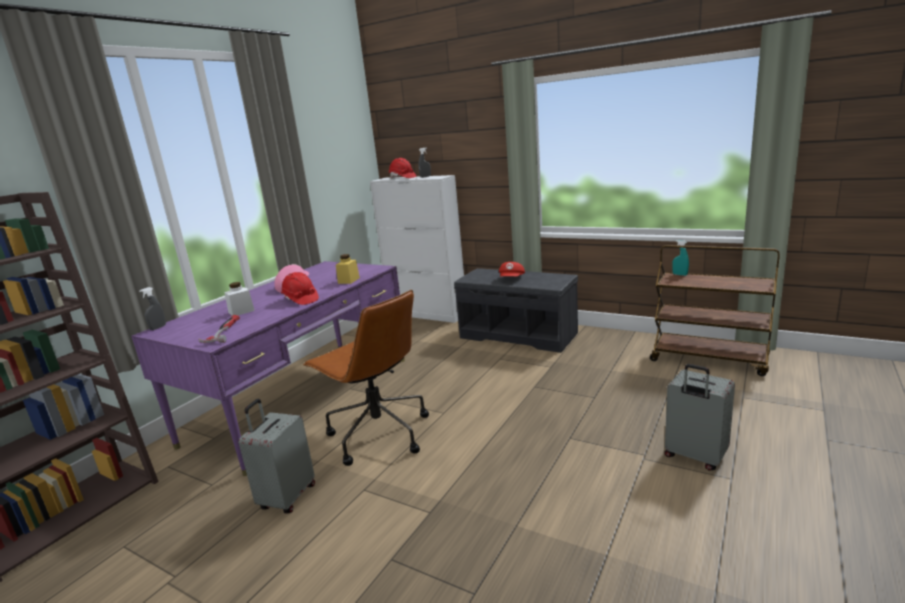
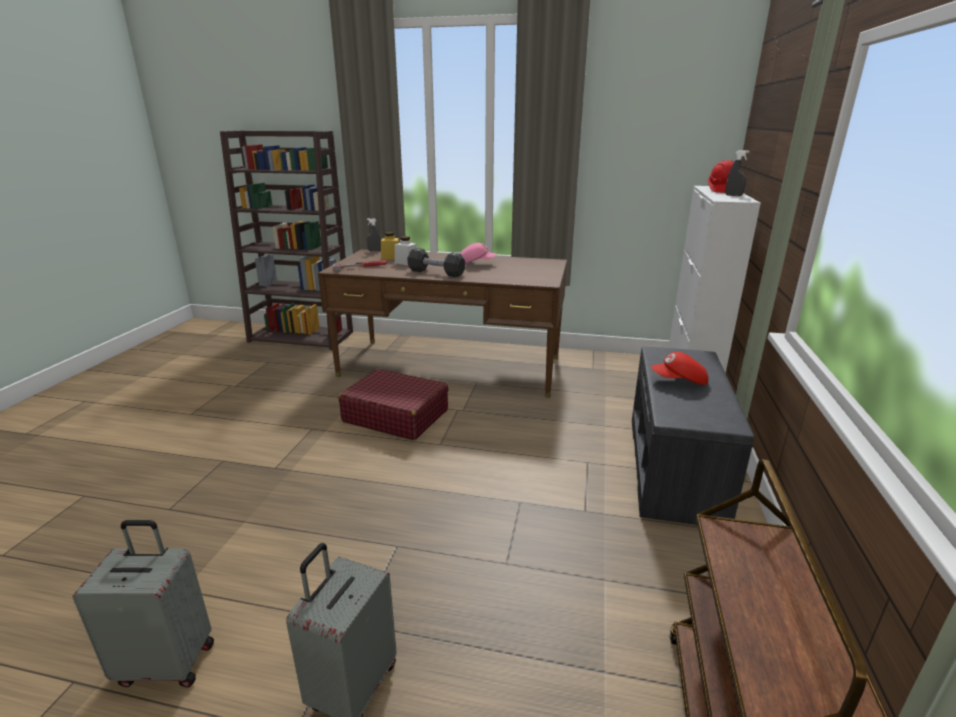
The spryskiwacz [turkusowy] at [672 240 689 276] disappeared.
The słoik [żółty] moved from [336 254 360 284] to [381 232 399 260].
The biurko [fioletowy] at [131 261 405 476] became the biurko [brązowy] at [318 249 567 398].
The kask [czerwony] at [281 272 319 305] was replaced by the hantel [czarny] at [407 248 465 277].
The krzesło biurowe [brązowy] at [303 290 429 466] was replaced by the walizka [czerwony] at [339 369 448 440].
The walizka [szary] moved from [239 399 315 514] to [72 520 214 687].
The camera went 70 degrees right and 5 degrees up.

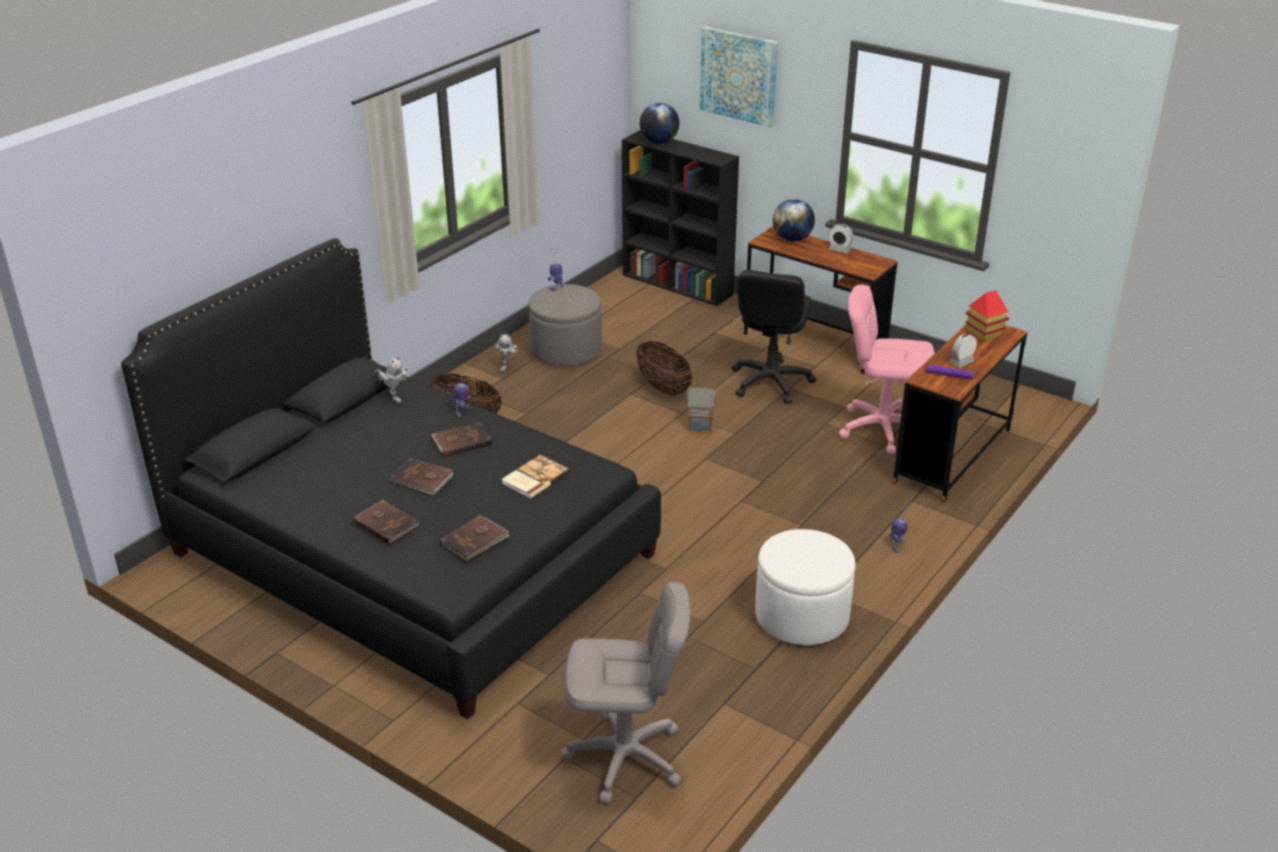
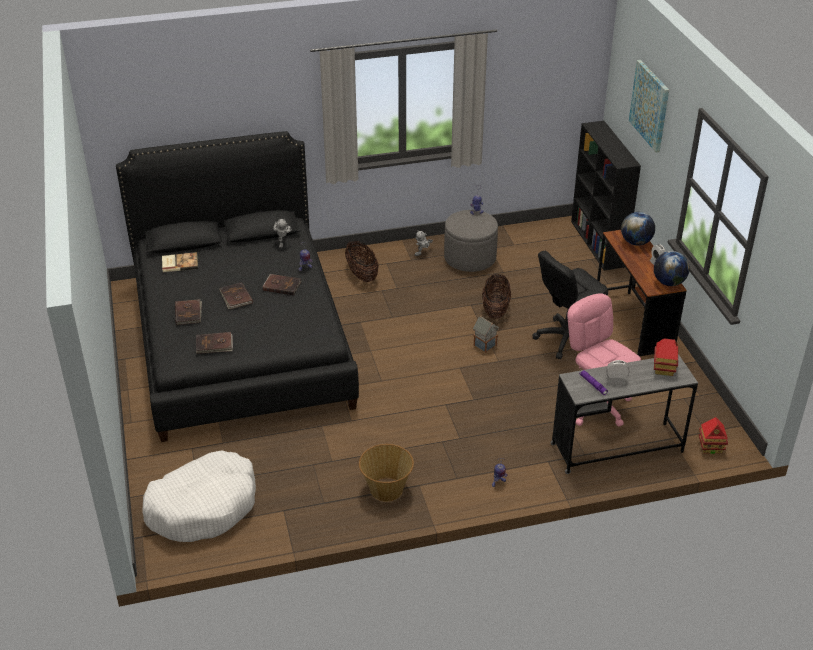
The globus moved from [640 103 679 144] to [654 251 690 286].
The biurko [brązowy] at [892 324 1027 503] became the biurko [szary] at [550 354 698 474].
The książka moved from [501 455 570 499] to [162 252 198 272].
The pufa [biały] at [755 529 855 645] was replaced by the koszyk at [359 444 414 502].
The krzesło biurowe [szary] at [561 582 690 804] was replaced by the legowisko [biały] at [142 450 256 542].
The domek at [698 417 728 454] appeared.
The camera went 40 degrees right and 5 degrees up.

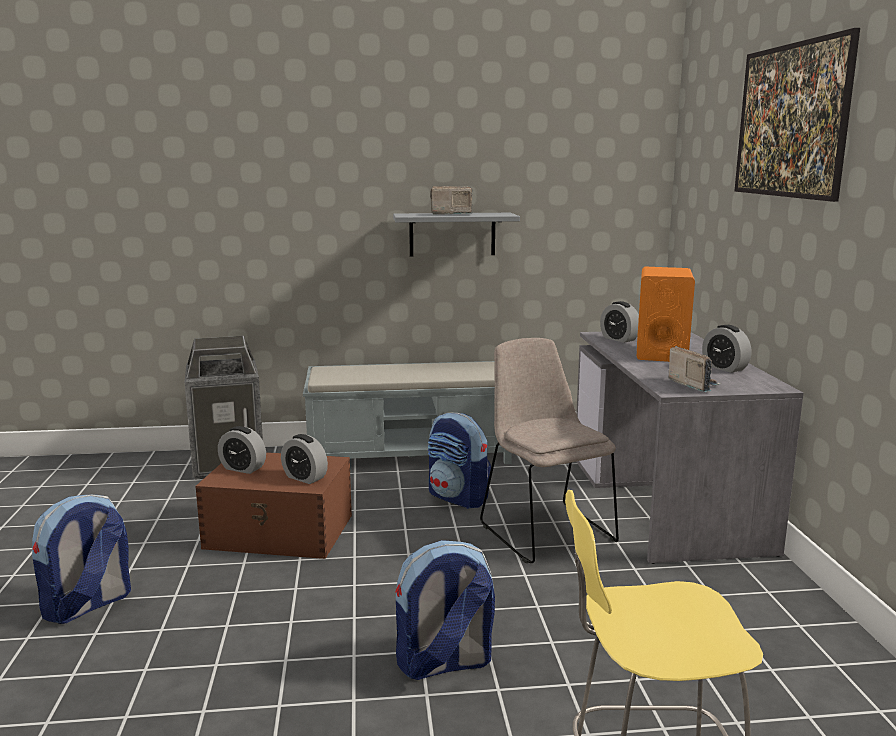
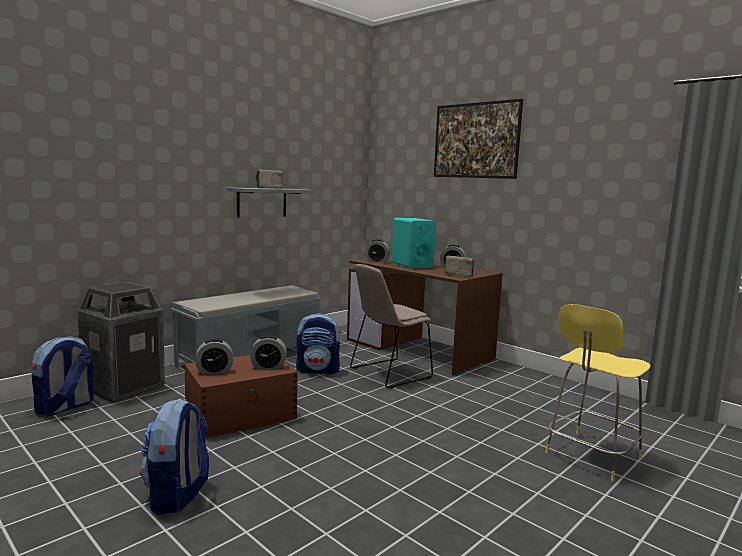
The głośnik [pomarańczowy] at [637 267 695 362] became the głośnik [turkusowy] at [392 218 436 268].
The biurko [szary] at [576 332 804 564] became the biurko [brązowy] at [347 256 503 375].
The krzesło [beżowy] at [480 338 619 564] turned 60 degrees counterclockwise.
The plecak moved from [395 540 495 680] to [31 337 94 416].
The camera went 40 degrees left and 5 degrees down.

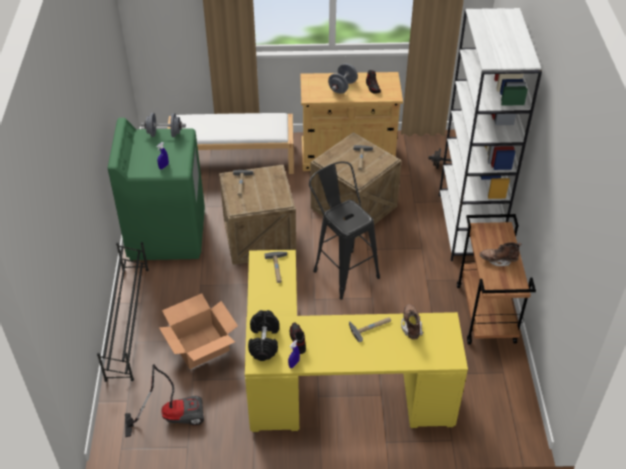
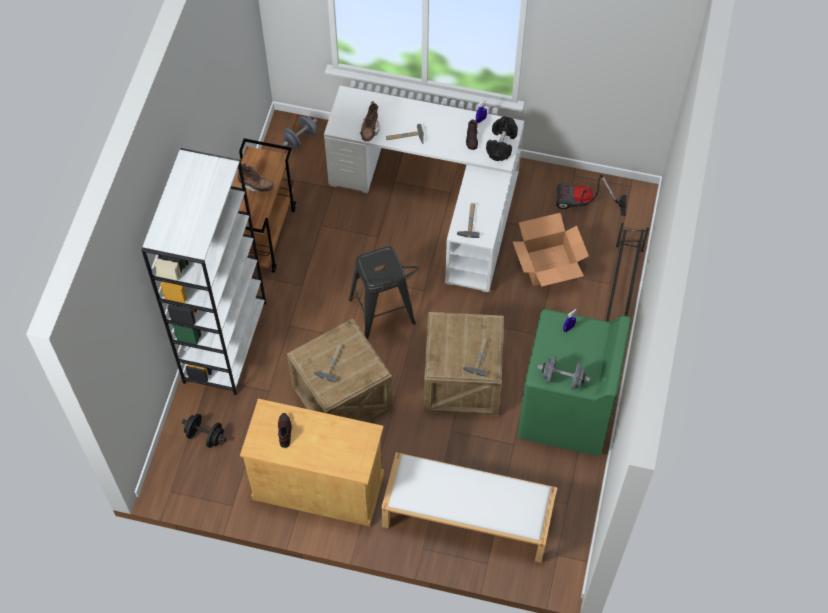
The hantel [szary] moved from [328 63 358 94] to [283 116 317 149].
The biurko [żółty] at [245 250 468 432] became the biurko [biały] at [324 86 524 292].
The camera went 165 degrees left and 15 degrees up.

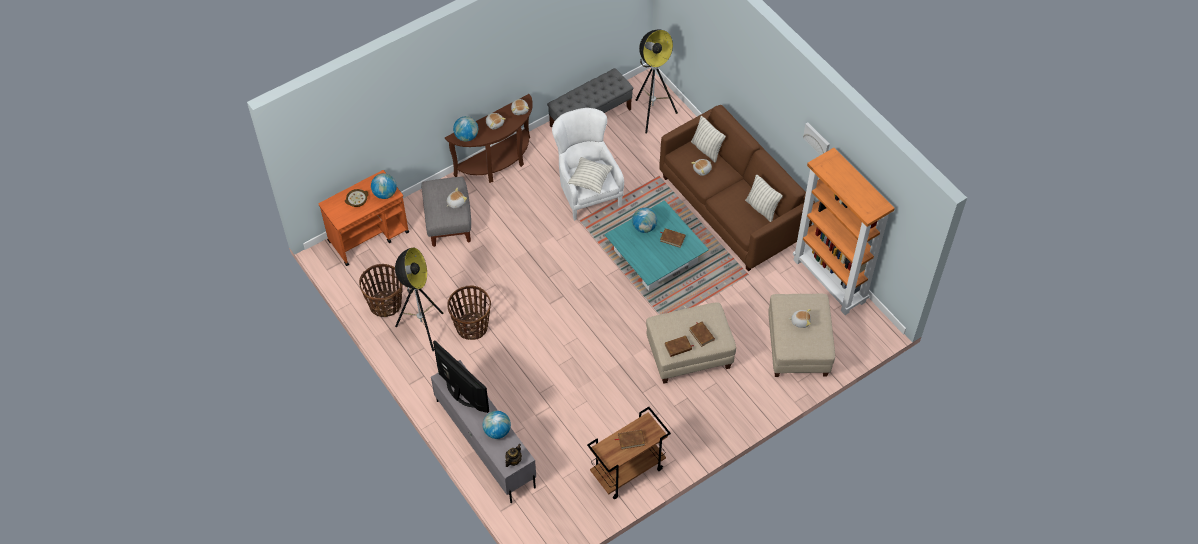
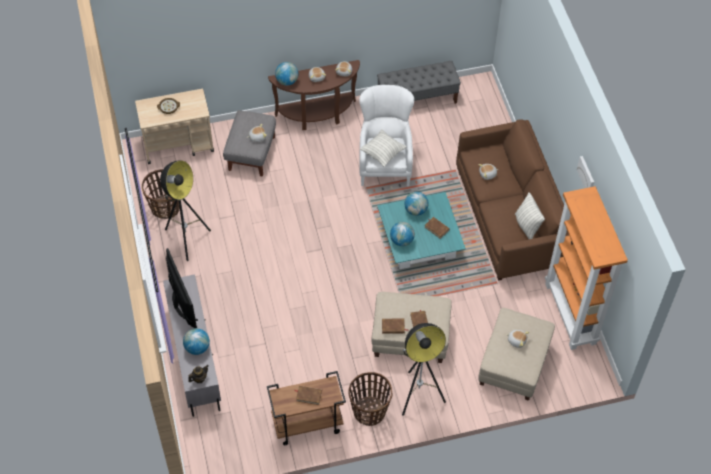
The lampa stojąca moved from [636 29 678 134] to [402 323 446 416].
The poduszka at [691 116 726 163] disappeared.
The wózek [pomarańczowy] at [319 170 409 266] became the wózek [beżowy] at [135 89 214 164].
The globus moved from [371 173 397 199] to [390 222 415 246].
The koszyk moved from [448 286 491 340] to [349 372 393 426].
The camera went 20 degrees right and 0 degrees up.

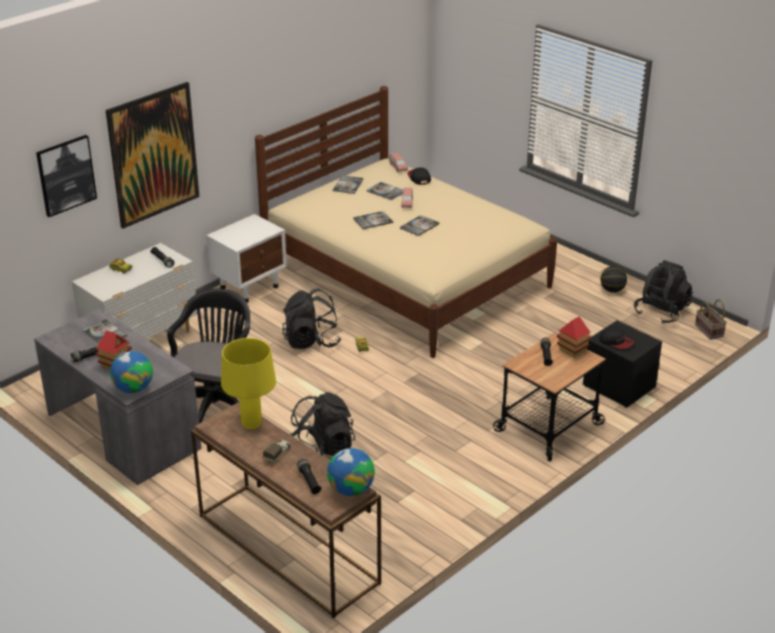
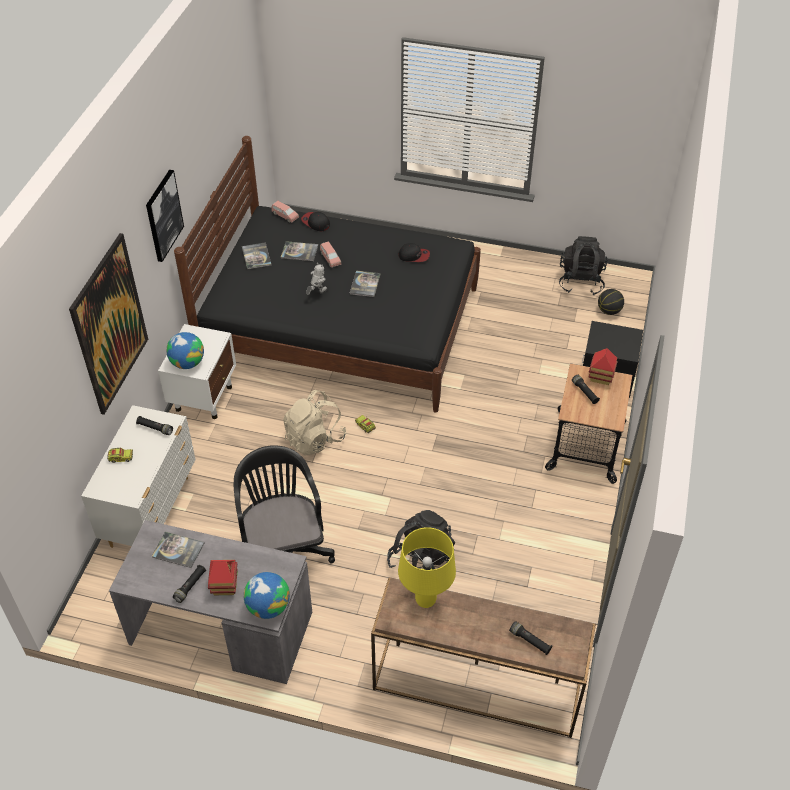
The łóżko [beżowy] at [255 86 557 358] became the łóżko [czarny] at [174 136 481 413].
The obraz moved from [36 135 97 217] to [146 170 184 262].
The książka at [353 211 393 229] was replaced by the robot zabawkowy at [306 262 327 295].
The piłka do koszykówki moved from [600 266 627 293] to [598 289 624 315].
The plecak [czarny] at [283 288 341 349] became the plecak [beżowy] at [283 390 346 456].
The koszyk at [695 299 727 340] disappeared.
The czapka z daszkiem moved from [600 327 634 349] to [398 243 430 262].
The ciężarówka zabawkowa at [263 439 291 463] disappeared.
The globus moved from [327 448 375 496] to [166 332 204 369].
The camera went 30 degrees left and 15 degrees up.

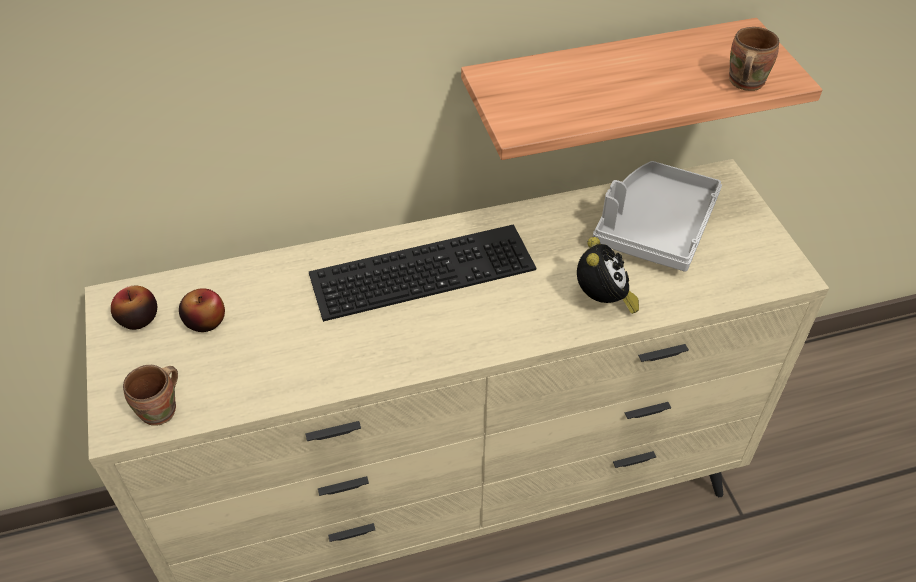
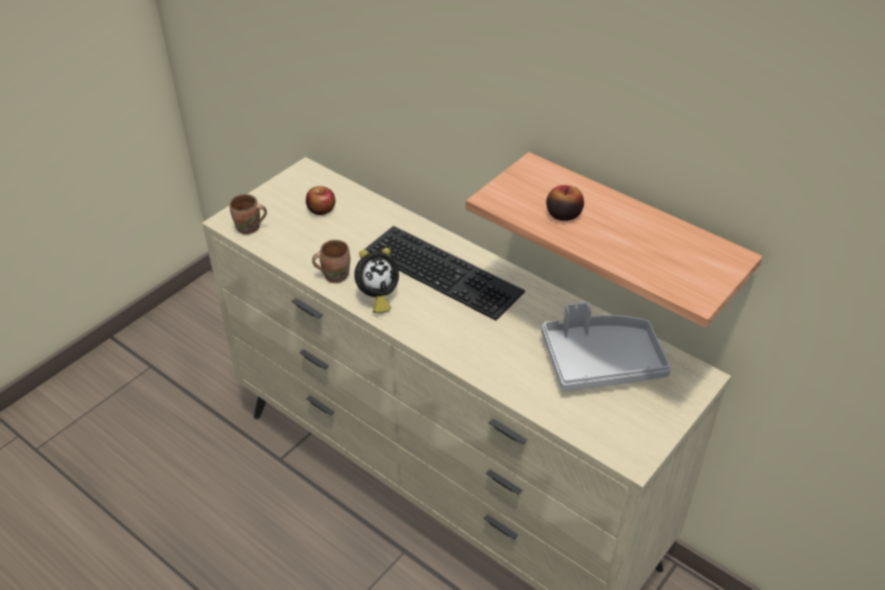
The kubek [brązowy] moved from [729 27 779 91] to [312 240 350 283].
The budzik moved from [577 237 639 314] to [354 248 399 313].
The jabłko moved from [111 286 157 330] to [546 185 584 221].
The camera went 55 degrees right and 5 degrees down.

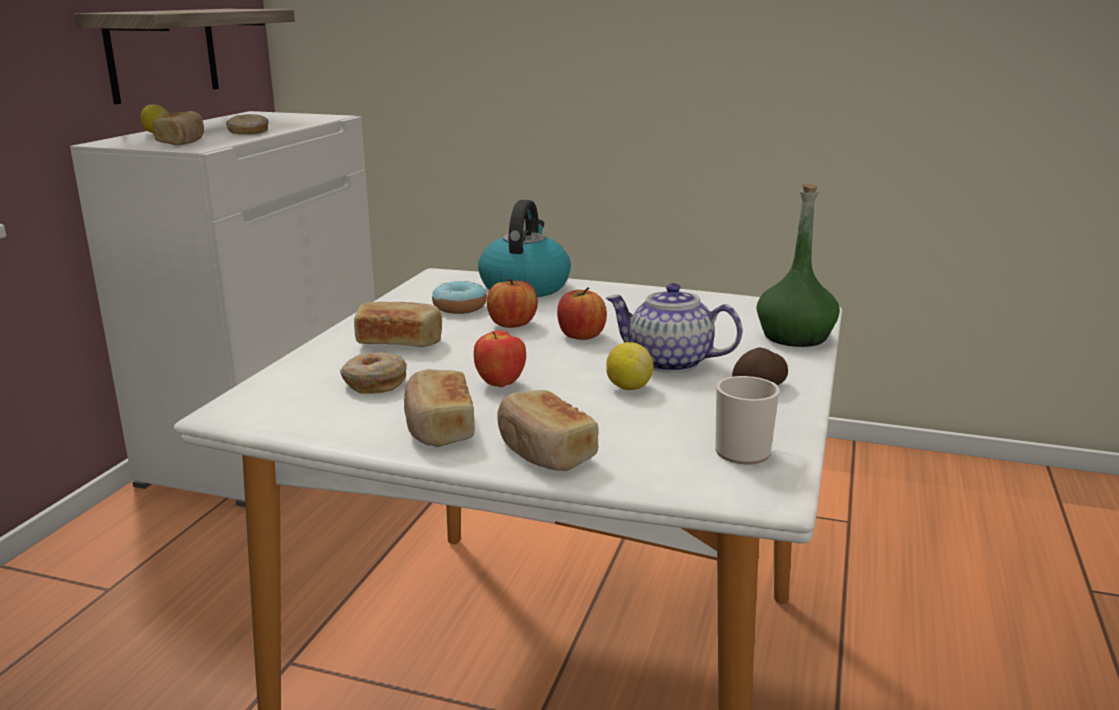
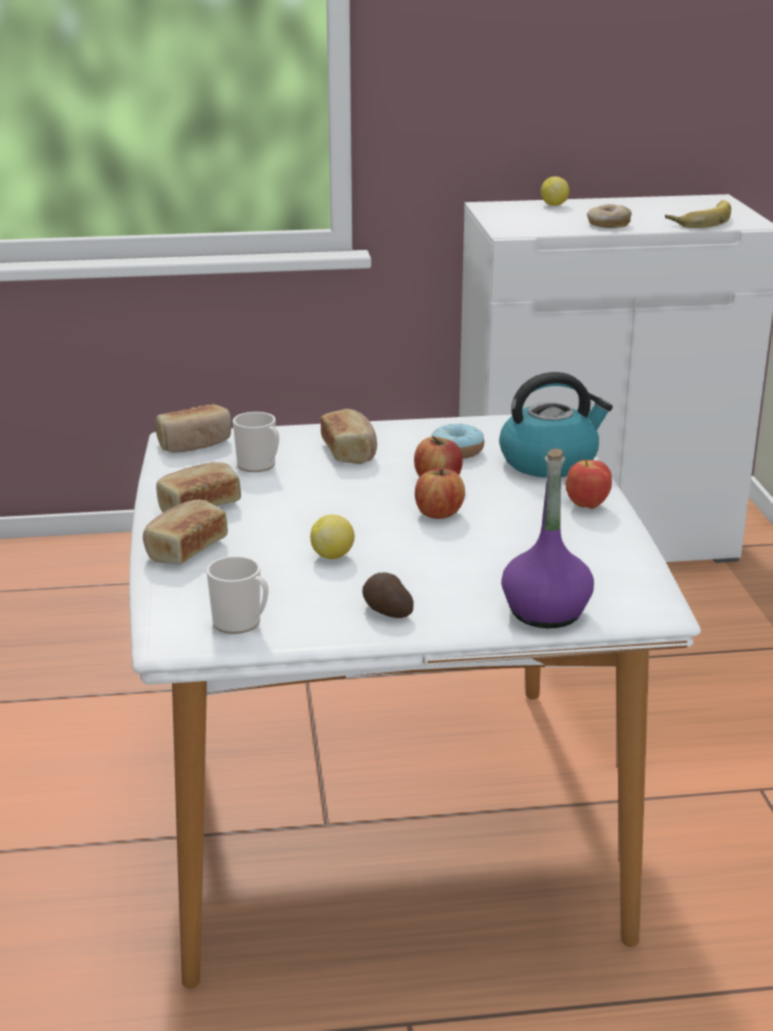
The półka at [74 9 295 104] disappeared.
The chleb moved from [153 111 204 145] to [156 404 231 452].
The butelka [zielony] at [757 183 840 347] became the butelka [fioletowy] at [501 448 594 628].
The imbryk at [606 283 743 373] disappeared.
The jabłko moved from [474 330 526 387] to [565 459 612 509].
The donut at [340 352 407 394] was replaced by the kubek at [233 412 279 472].
The banan at [665 200 731 228] appeared.
The camera went 65 degrees right and 5 degrees up.

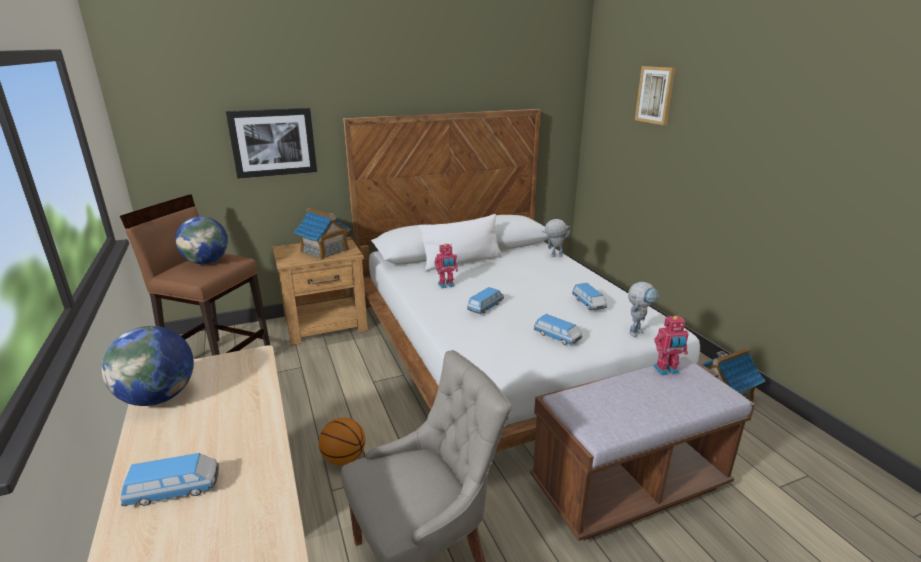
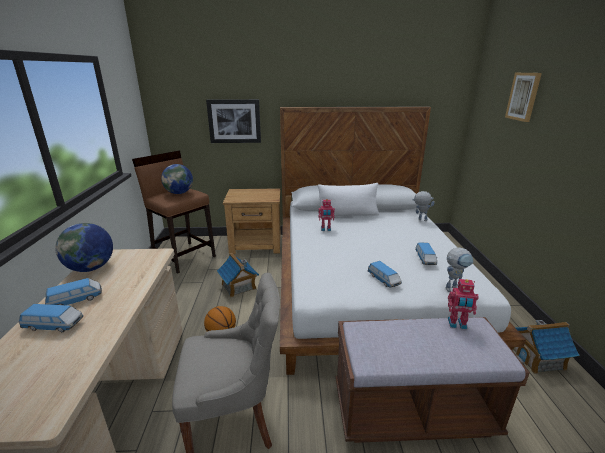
The domek moved from [294 208 351 260] to [217 253 259 297].
The samochodzik moved from [467 287 504 314] to [45 278 102 305].
The camera went 20 degrees right and 0 degrees up.

